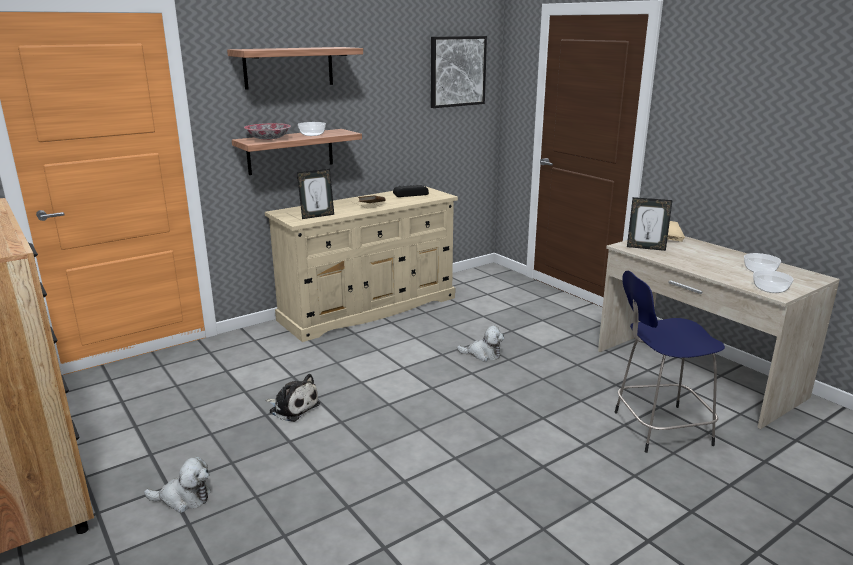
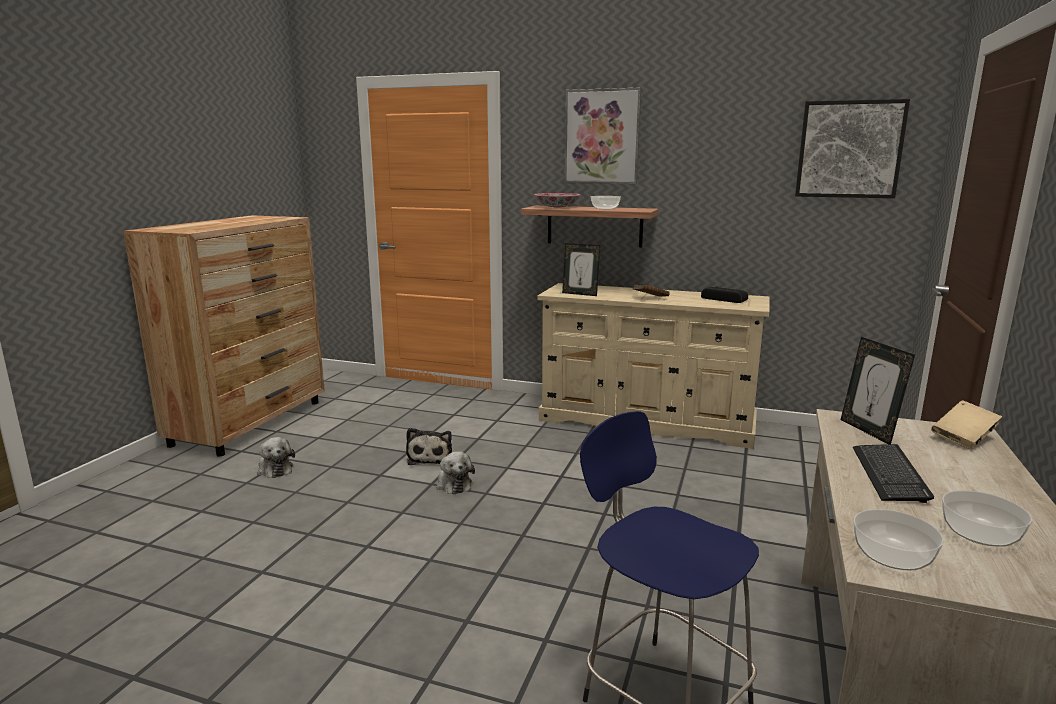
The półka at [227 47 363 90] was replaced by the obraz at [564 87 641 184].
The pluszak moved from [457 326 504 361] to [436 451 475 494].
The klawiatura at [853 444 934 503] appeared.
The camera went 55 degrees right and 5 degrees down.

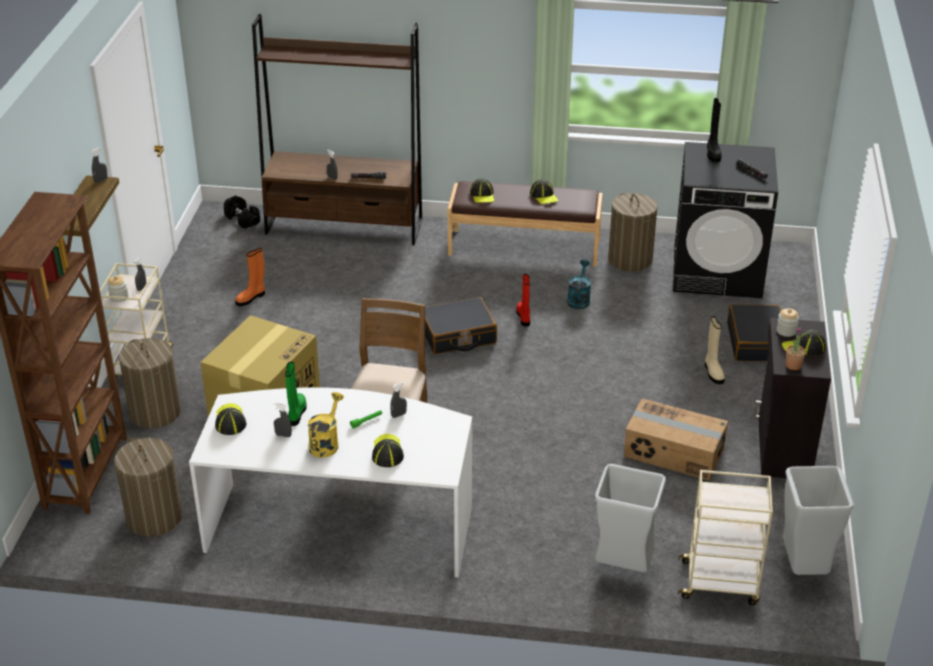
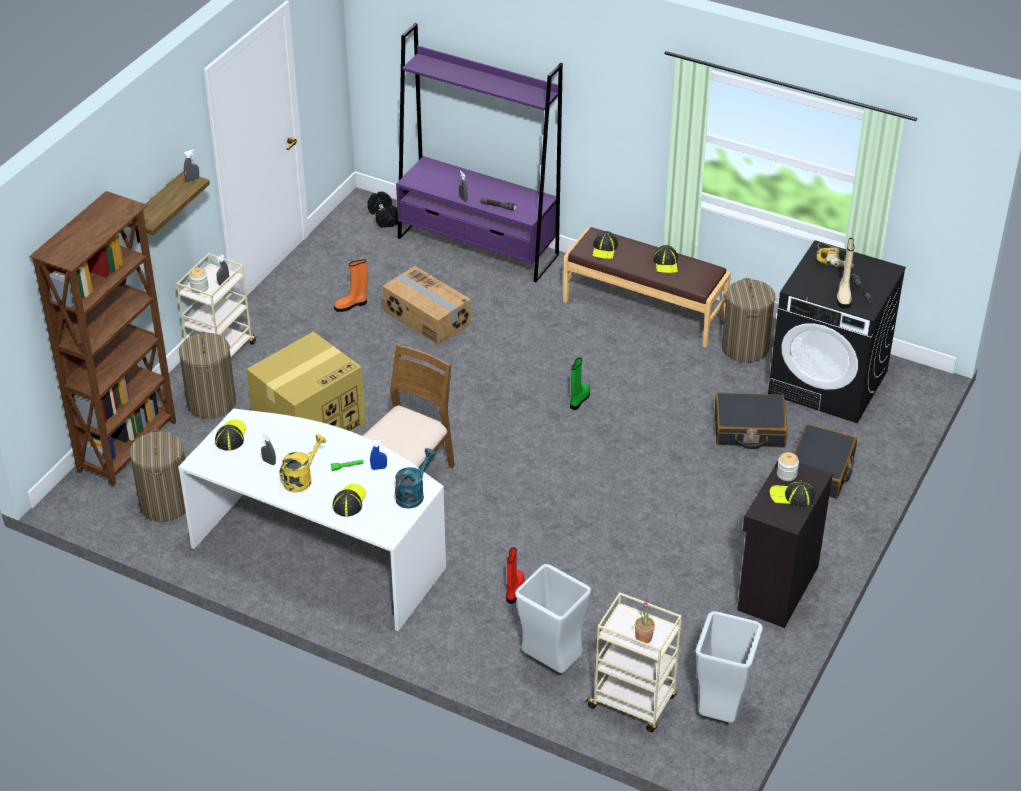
The regał [brązowy] at [252 14 422 245] became the regał [fioletowy] at [396 23 563 282].
The but z cholewką [czarny] at [707 98 722 162] was replaced by the wiertarka at [816 242 854 268].
The konewka [turkusowy] moved from [567 260 591 309] to [395 448 436 509].
The but z cholewką [czerwony] moved from [516 274 530 327] to [506 547 524 604].
The walizka [czarny] moved from [419 297 497 354] to [715 393 788 449].
The but z cholewką [beżowy] moved from [705 317 725 384] to [836 238 855 309].
The roślina doniczkowa moved from [786 327 806 370] to [635 602 655 643].
The but z cholewką [zielony] moved from [285 362 307 426] to [570 358 590 410].
The spryskiwacz [szary] at [390 382 407 418] became the spryskiwacz [niebieski] at [370 439 387 470].
The karton moved from [624 398 728 481] to [382 266 471 345].
The camera went 20 degrees right and 5 degrees up.

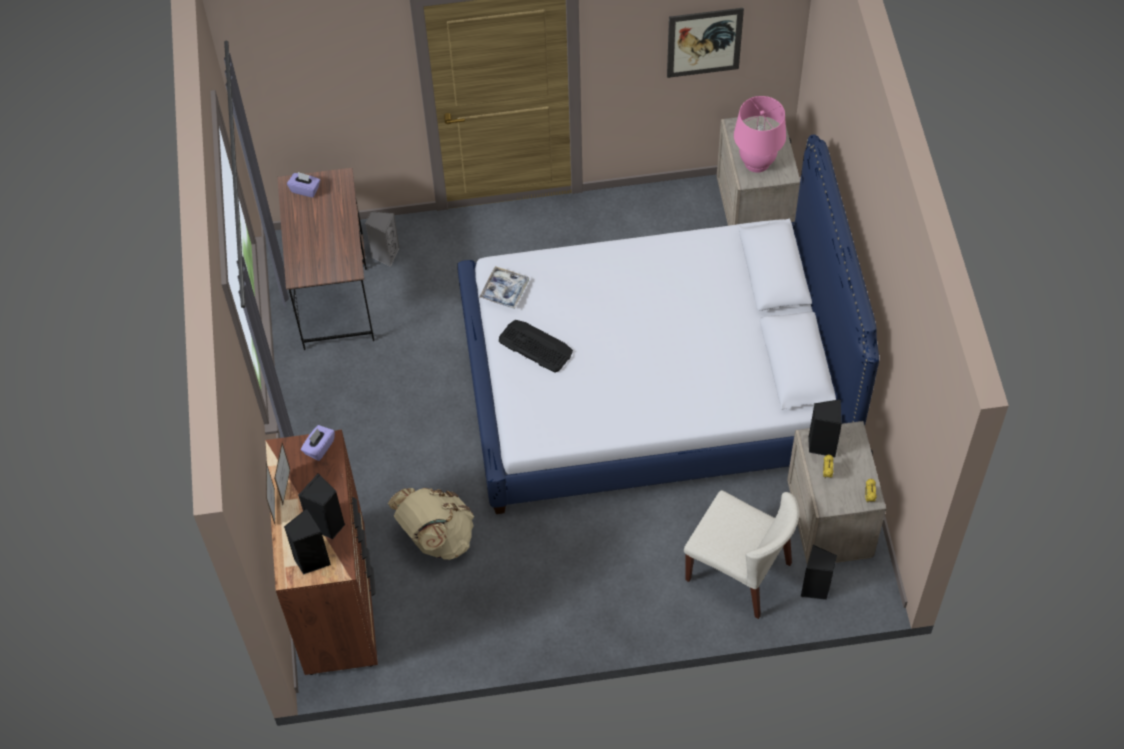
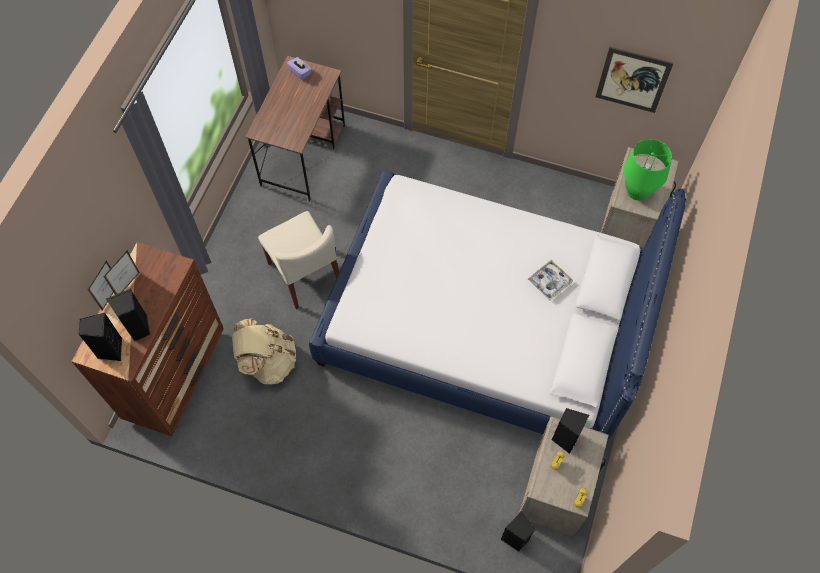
The lampa stołowa [różowy] at [734 96 786 173] became the lampa stołowa [zielony] at [624 139 672 200].
The głośnik [szary] at [365 211 400 267] disappeared.
The taca moved from [479 266 529 309] to [528 259 573 300].
The klawiatura at [499 320 573 372] disappeared.
The pudełko chusteczek [fioletowy] at [301 425 335 461] disappeared.
The krzesło [beżowy] moved from [684 490 799 619] to [258 211 339 309].
The camera went 25 degrees right and 5 degrees up.

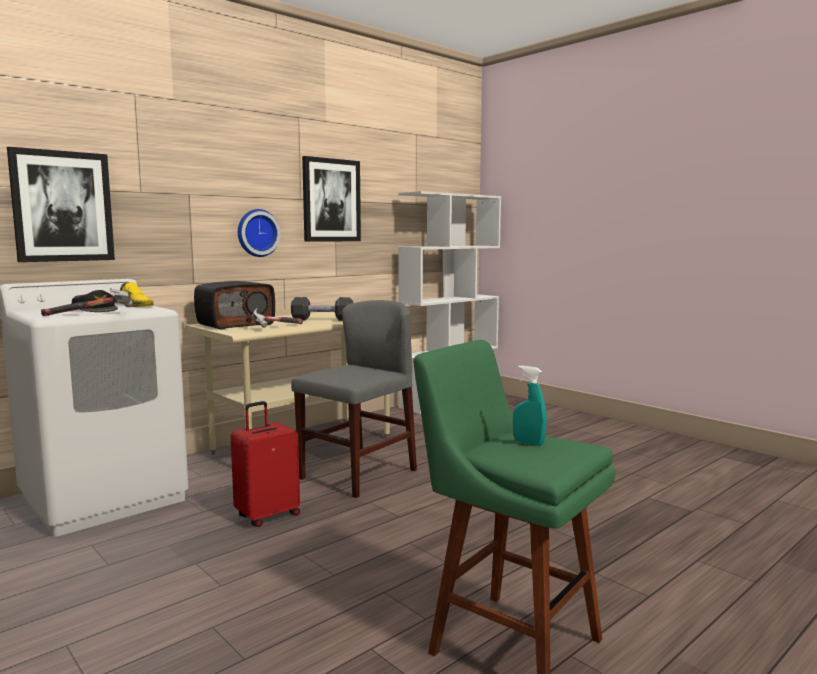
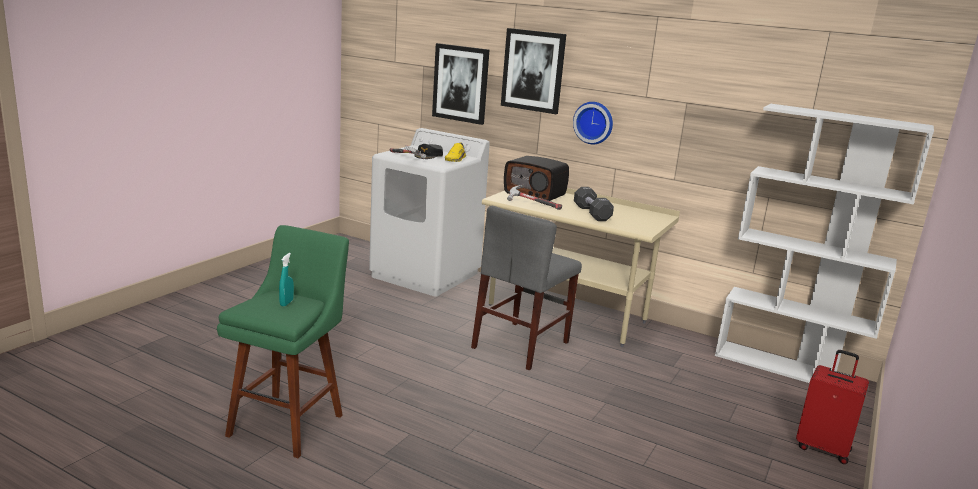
The obraz moved from [302 156 361 242] to [501 28 566 114].
The krzesło [szary] at [291 300 417 498] turned 105 degrees clockwise.
The walizka [czerwony] moved from [231 401 300 527] to [796 350 869 464].
The camera went 70 degrees right and 10 degrees up.

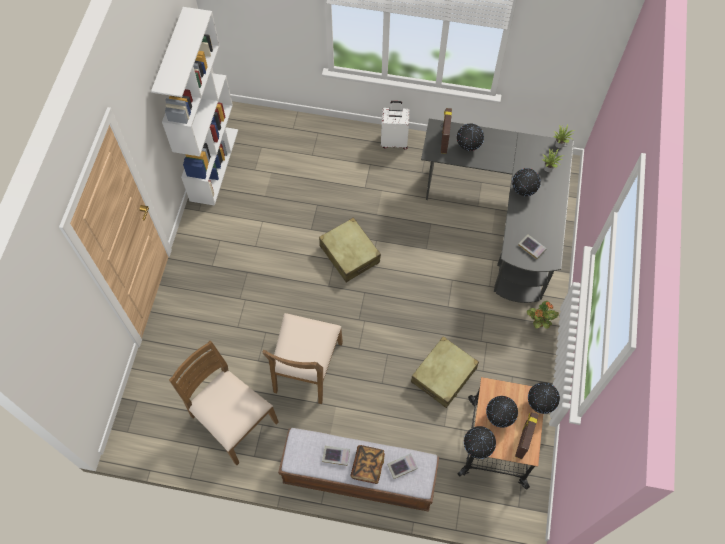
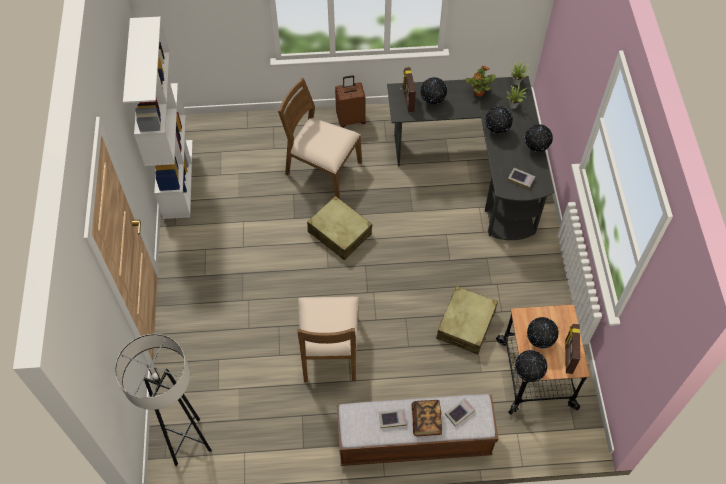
The walizka [biały] at [381 101 409 150] became the walizka [brązowy] at [335 75 366 127].
The roślina doniczkowa moved from [527 301 559 329] to [465 65 496 97].
The krzesło [brązowy] moved from [169 341 279 465] to [278 78 362 198].
The globus moved from [528 382 560 414] to [525 124 553 152].
The lampa stojąca [szary] at [115 334 212 466] appeared.
The camera went 15 degrees left and 5 degrees down.

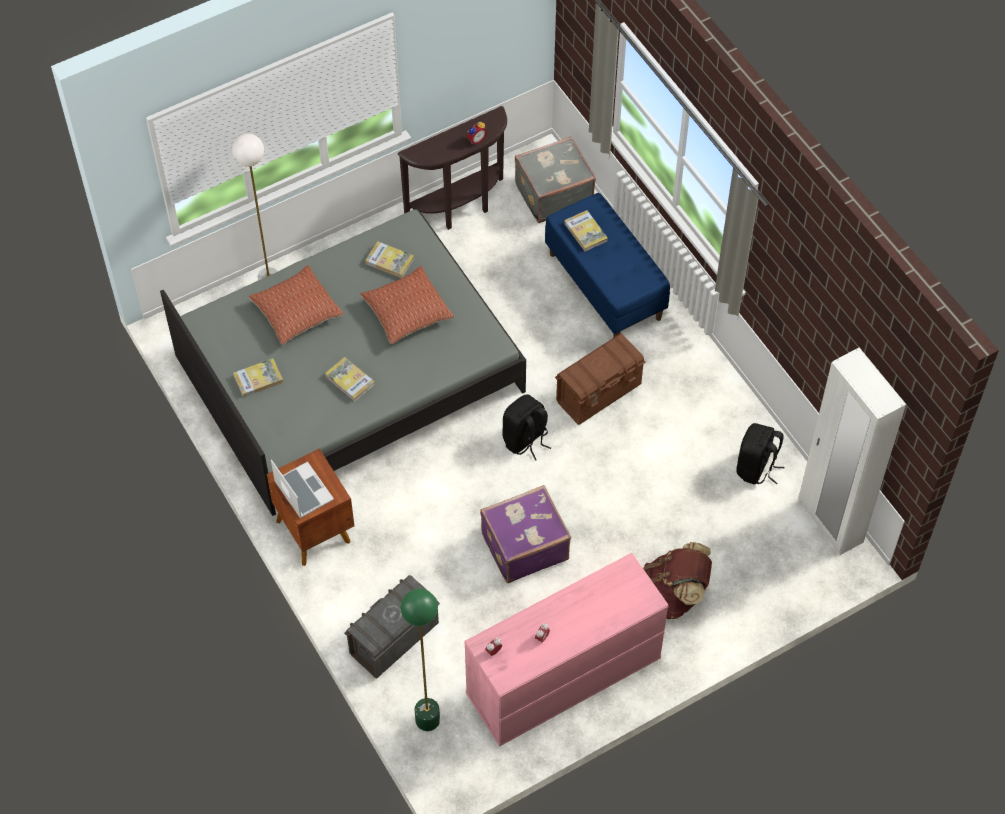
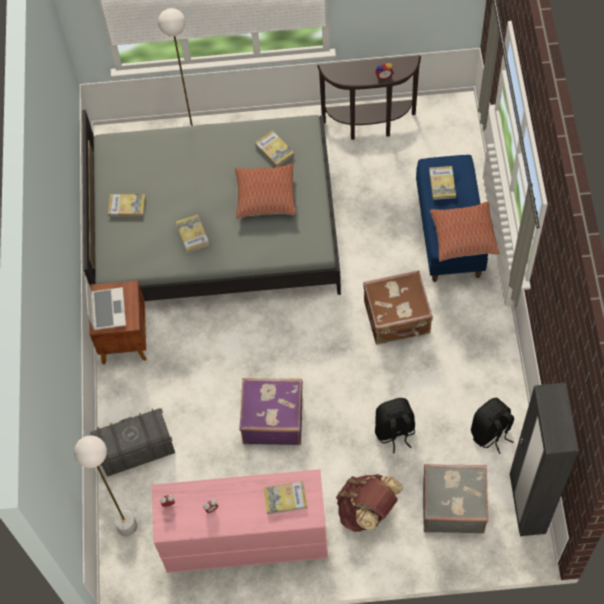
The walizka [szary] moved from [515 136 596 223] to [423 464 489 533].
The poduszka moved from [249 265 344 345] to [430 202 500 262].
The pojemnik do przechowywania [brązowy] at [555 334 646 425] was replaced by the walizka [brązowy] at [363 270 433 345].
The szafa [biały] at [799 348 906 555] became the szafa [czarny] at [510 383 579 536].
The plecak [czarny] moved from [502 394 551 461] to [375 398 415 454].
The lampa stojąca [zielony] at [400 589 440 731] became the lampa stojąca [biały] at [74 435 137 536].
The książka at [263 481 308 515] appeared.
The camera went 30 degrees right and 5 degrees up.

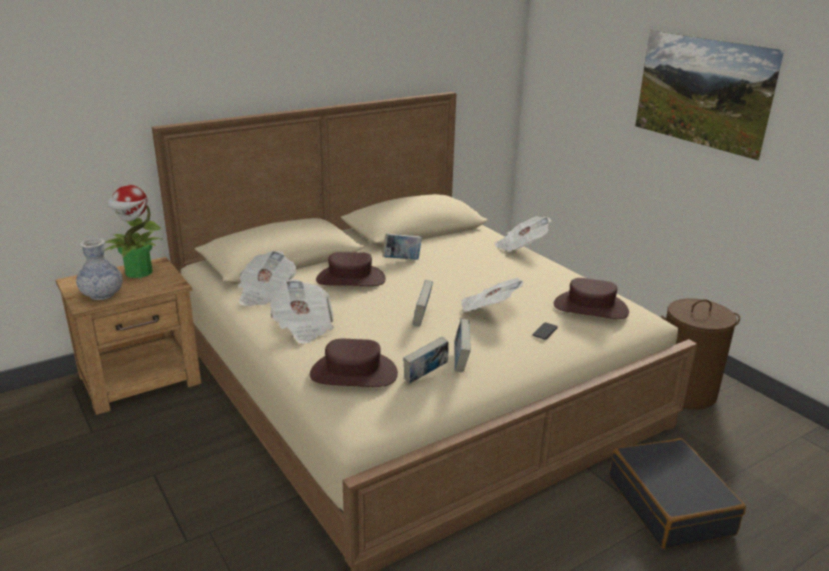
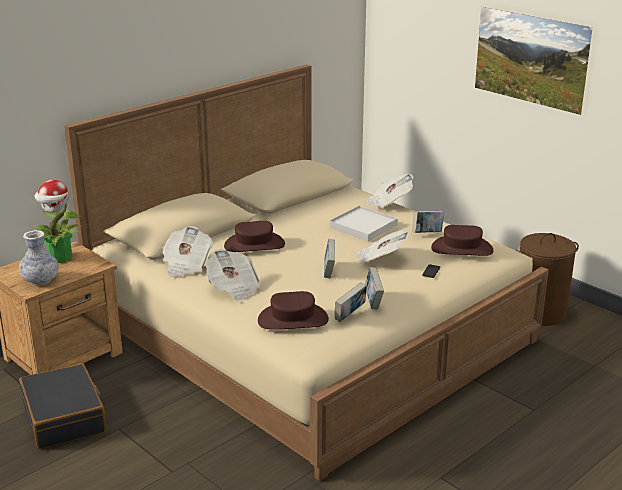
The książka moved from [383 234 422 260] to [412 211 444 233].
The walizka [czarny] moved from [609 438 746 549] to [19 363 106 449].
The taca [biały] at [329 206 398 241] appeared.
The camera went 10 degrees left and 0 degrees up.

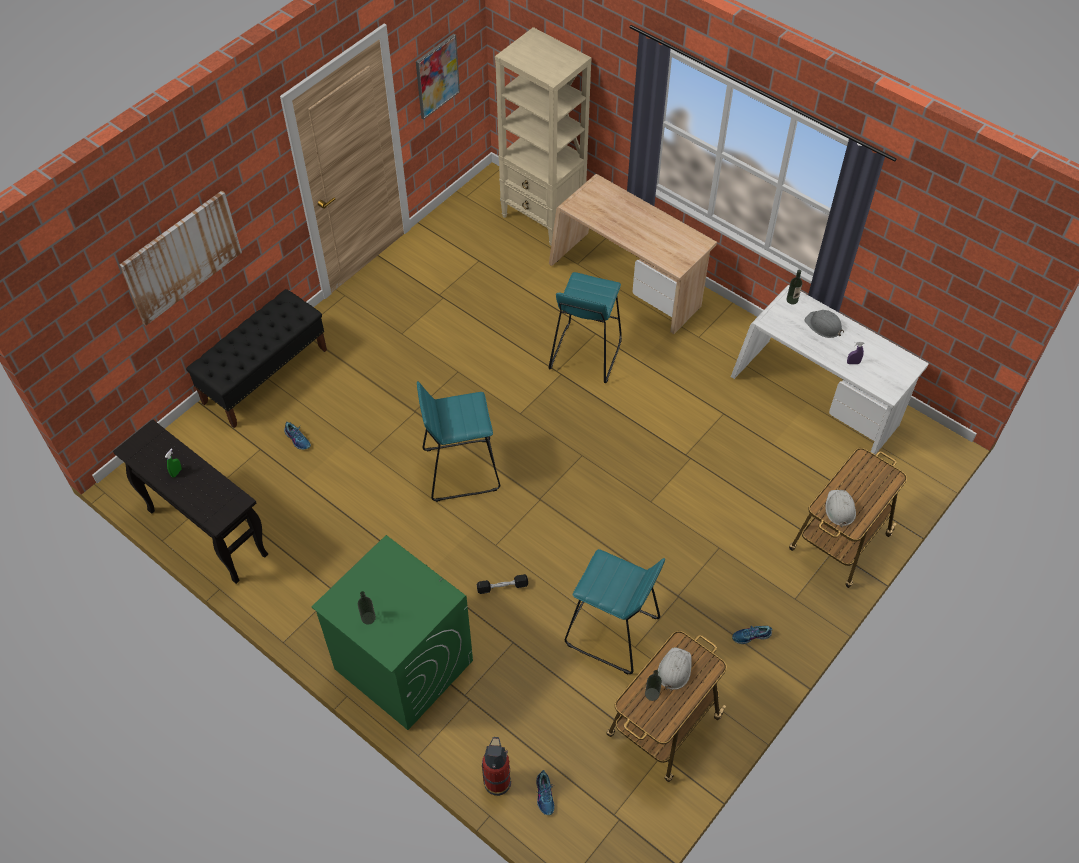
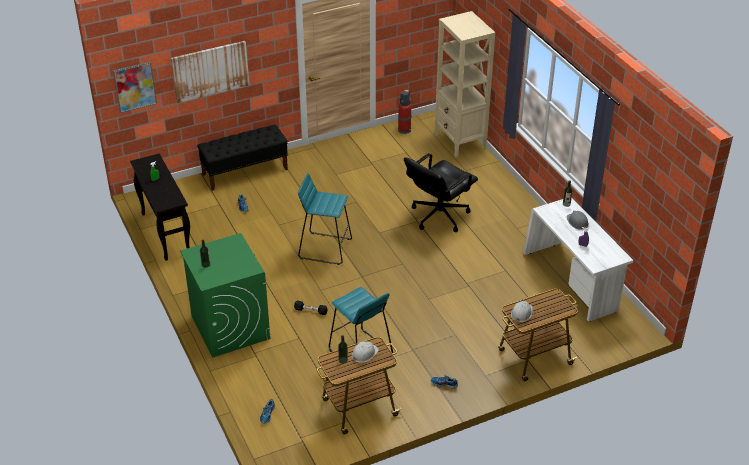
The obraz moved from [416 34 460 120] to [113 62 157 113].
The biurko [beżowy] at [549 174 717 334] disappeared.
The stołek [turkusowy] at [549 272 622 383] was replaced by the krzesło biurowe [czarny] at [404 153 478 232].
The gaśnica moved from [482 737 511 796] to [398 90 412 134].
The camera went 25 degrees right and 15 degrees down.

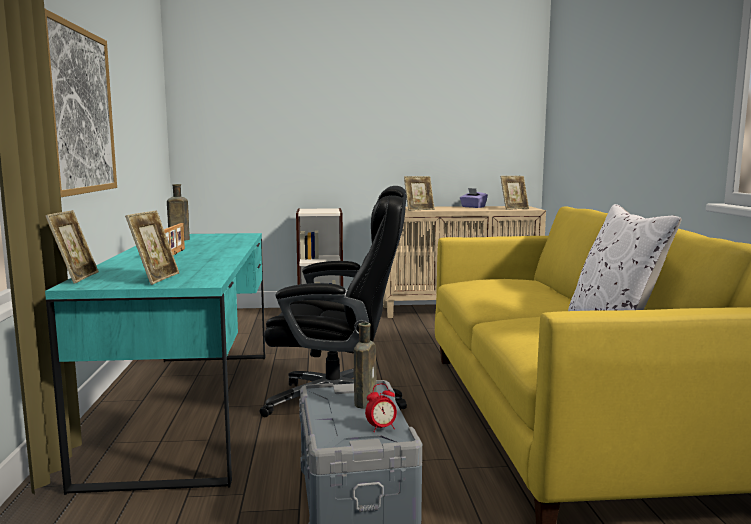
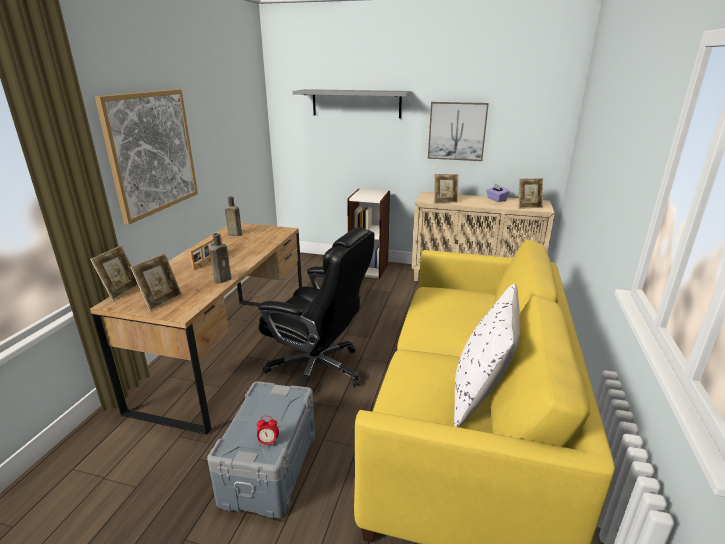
The biurko [turkusowy] at [45 233 266 495] became the biurko [brązowy] at [90 223 302 435].
The butelka [brązowy] moved from [354 322 377 409] to [210 233 231 283].
The półka [szary] at [293 89 412 118] appeared.
The obraz at [428 102 489 161] appeared.
The camera went 20 degrees right and 15 degrees up.

